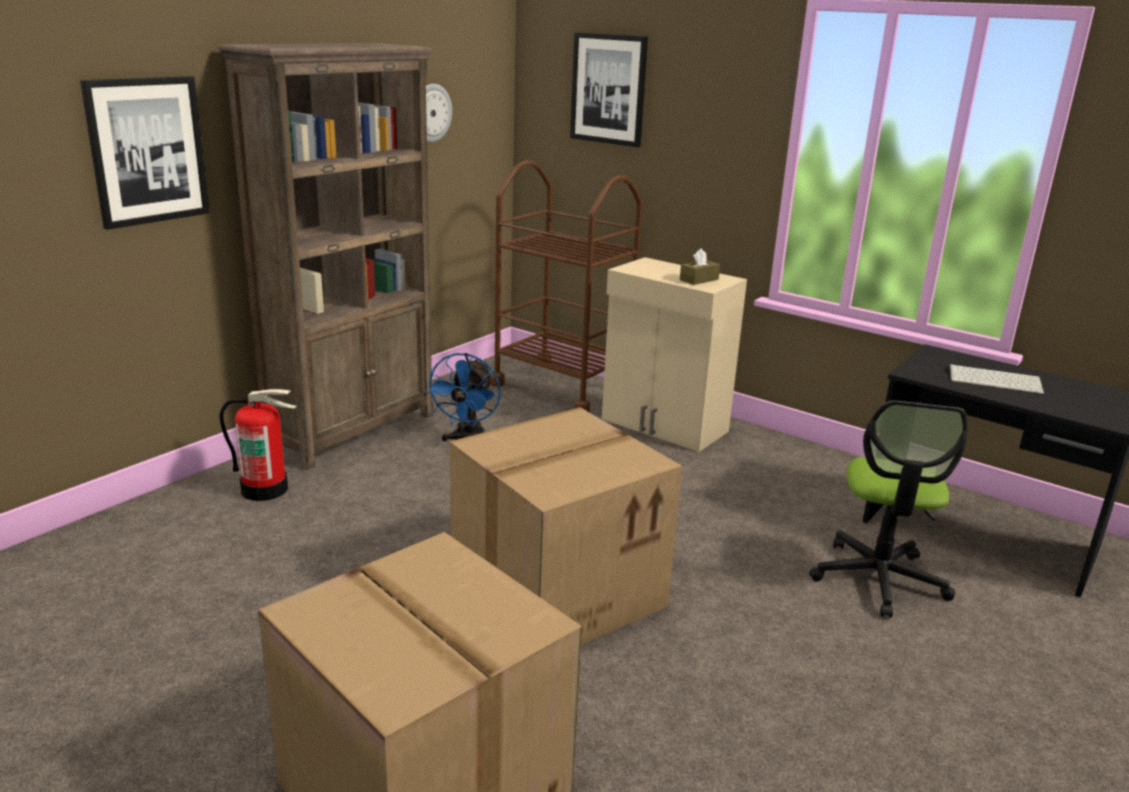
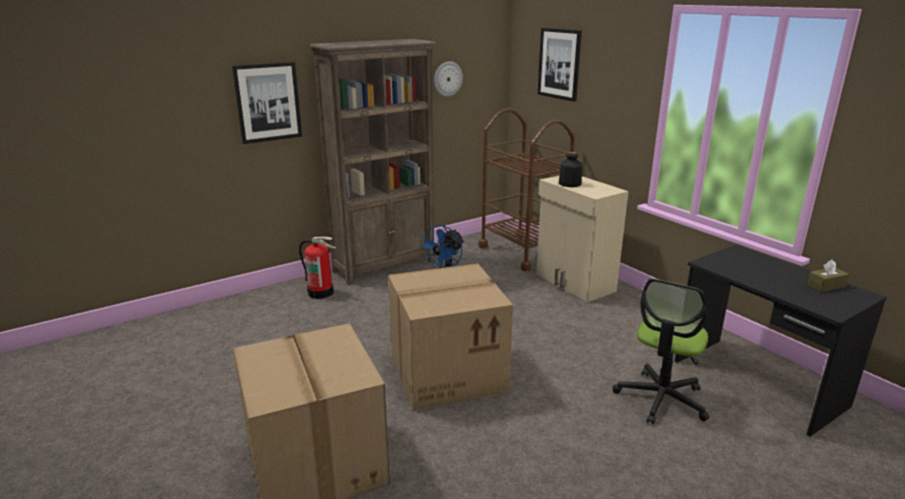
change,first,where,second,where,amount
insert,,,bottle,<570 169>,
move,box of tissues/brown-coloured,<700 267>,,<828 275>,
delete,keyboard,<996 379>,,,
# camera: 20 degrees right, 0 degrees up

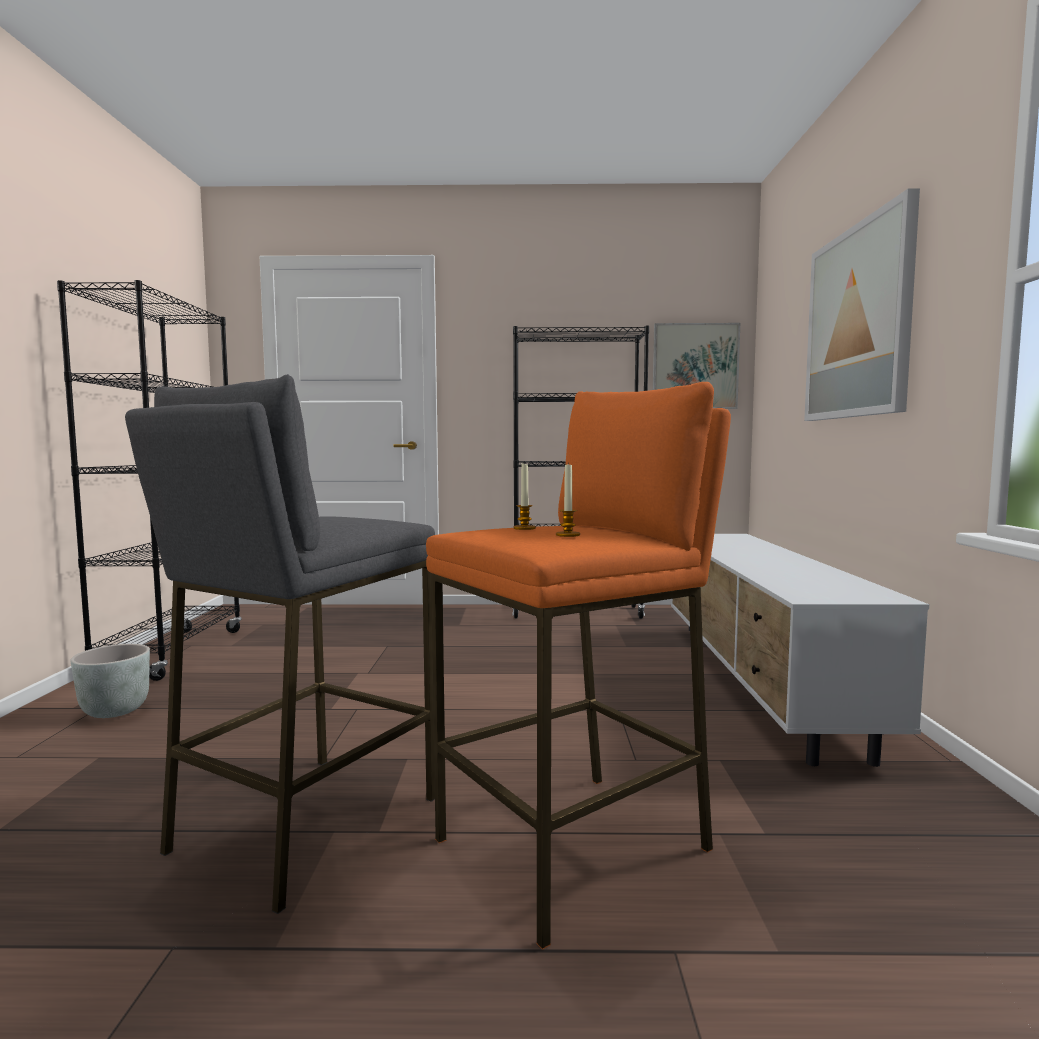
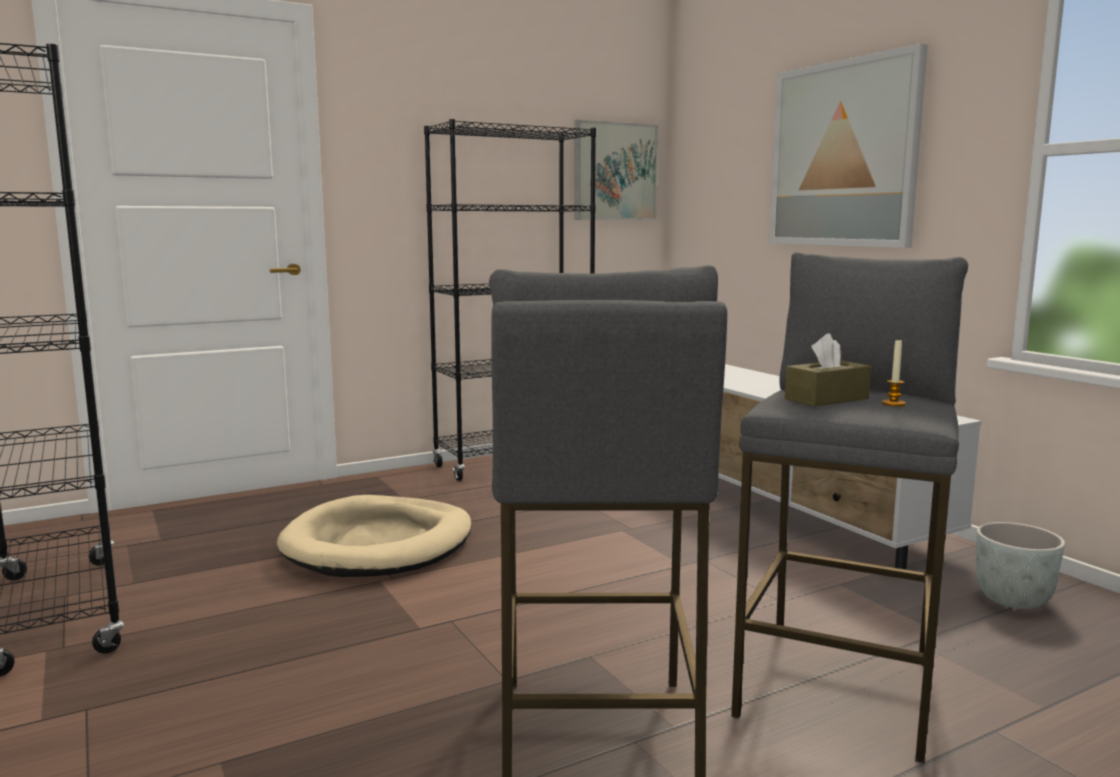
change,first,where,second,where,amount
insert,,,pet bed/beige,<374 536>,
recolor,stool/orangey,<578 666>,stool/greyish,<849 507>,
replace,wax light,<524 496>,box of tissues/brown-coloured,<828 369>,
move,plant pot/greyish,<110 681>,,<1020 565>,
# camera: 30 degrees left, 5 degrees up

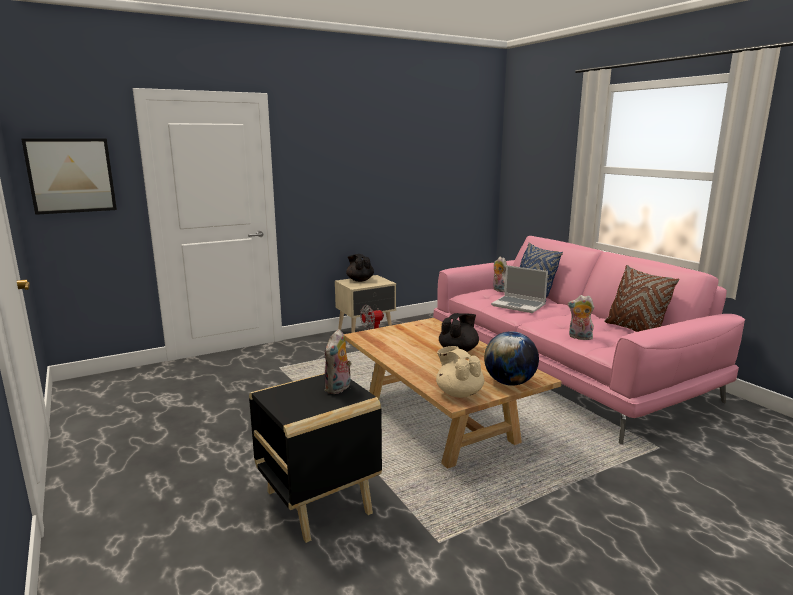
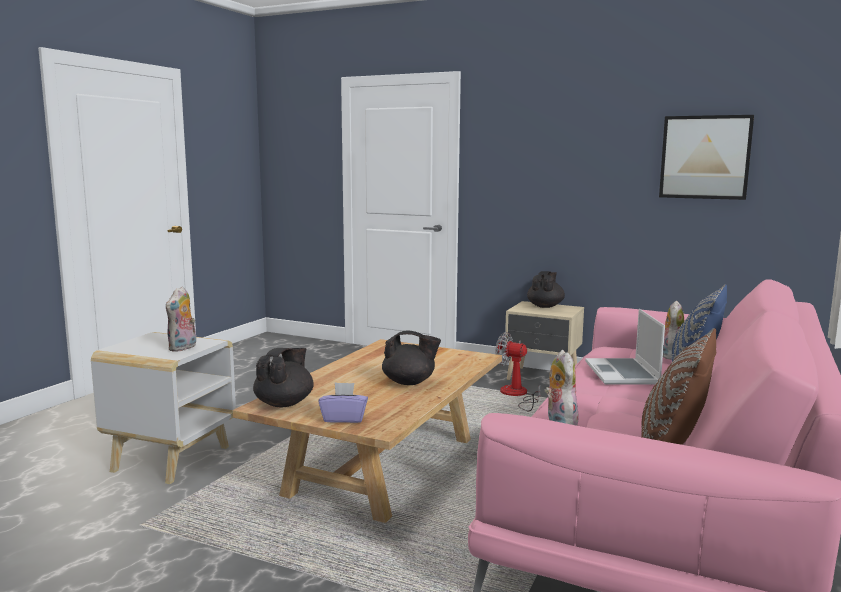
change,first,where,second,where,amount
recolor,end table/black,<315 458>,end table/white,<163 408>,
rotate,cuddly toy,<338 361>,,<181 319>,60 degrees counterclockwise
recolor,teapot/beige,<460 372>,teapot/black,<283 377>,
replace,world globe,<511 358>,box of tissues/purple-coloured,<343 402>,
move,wall picture,<69 176>,,<706 157>,
# camera: 55 degrees right, 5 degrees down

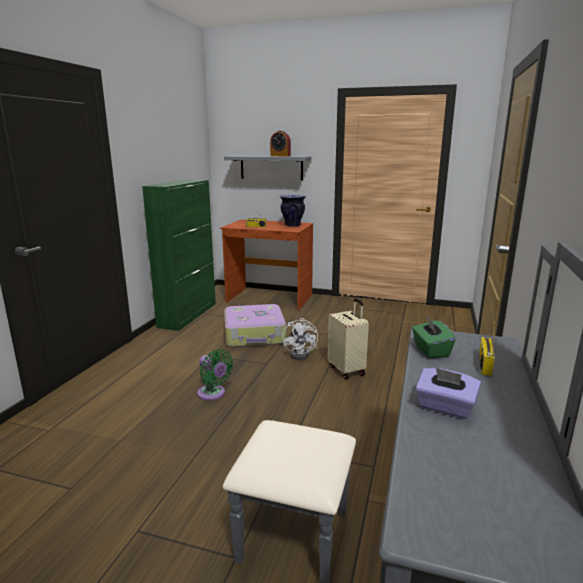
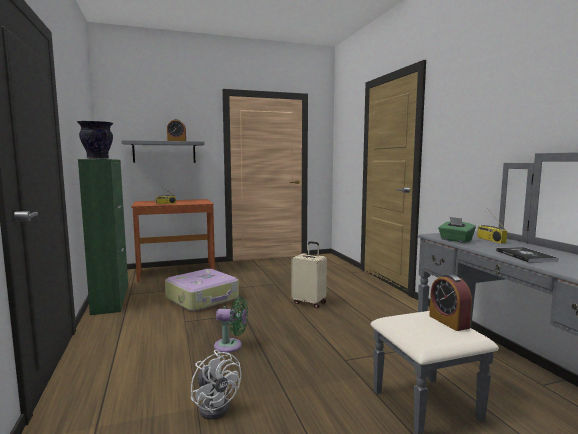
change,first,where,second,where,amount
move,flower vase,<293 211>,,<95 140>,
move,cooling fan/white,<300 339>,,<216 385>,
insert,,,table clock,<450 302>,
replace,box of tissues/purple-coloured,<448 393>,book,<527 255>,
# camera: 35 degrees left, 10 degrees down

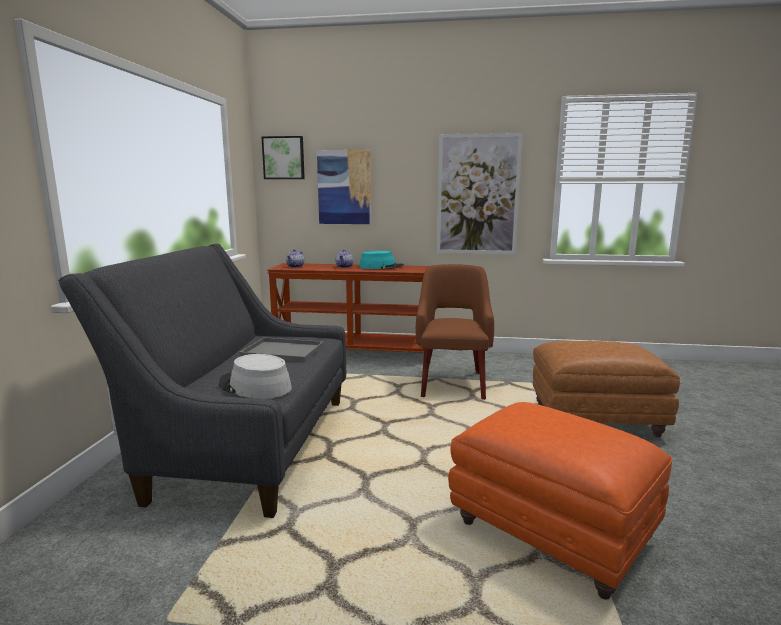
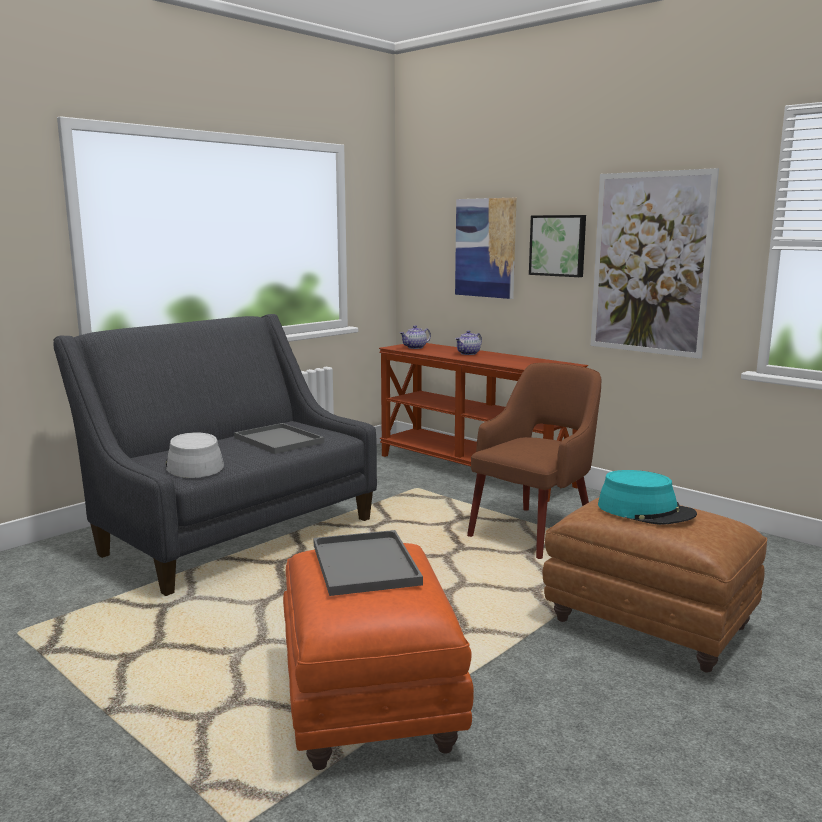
change,first,where,second,where,amount
insert,,,tray/greyish,<368 563>,
move,wall picture,<283 157>,,<557 246>,
move,hat/blue-green,<381 260>,,<647 497>,
# camera: 35 degrees right, 0 degrees up

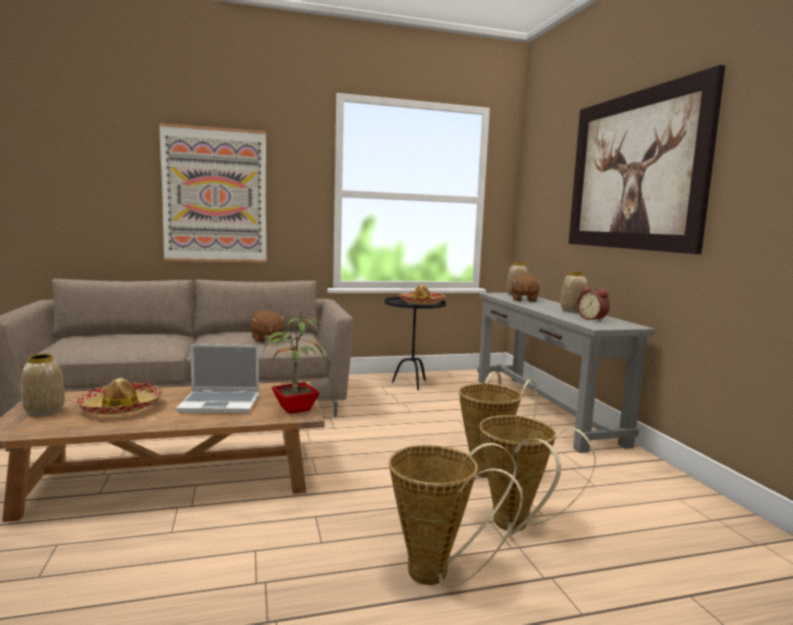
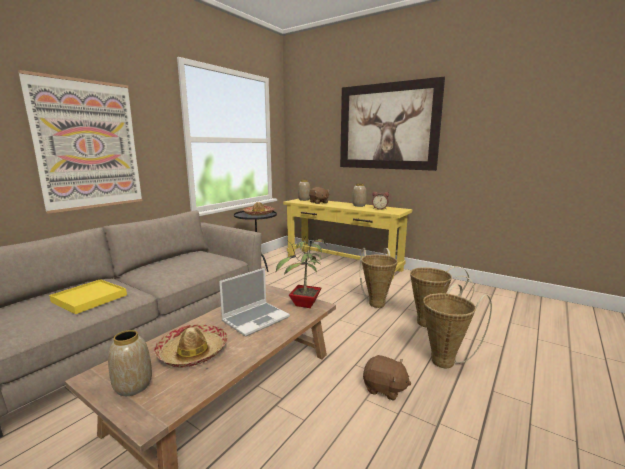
change,first,where,second,where,amount
insert,,,tray/yellowish,<88 296>,
recolor,narrow table/greyish,<566 373>,narrow table/yellowish,<347 239>,
move,cuddly toy/brown-coloured,<267 326>,,<387 378>,
# camera: 40 degrees left, 5 degrees up

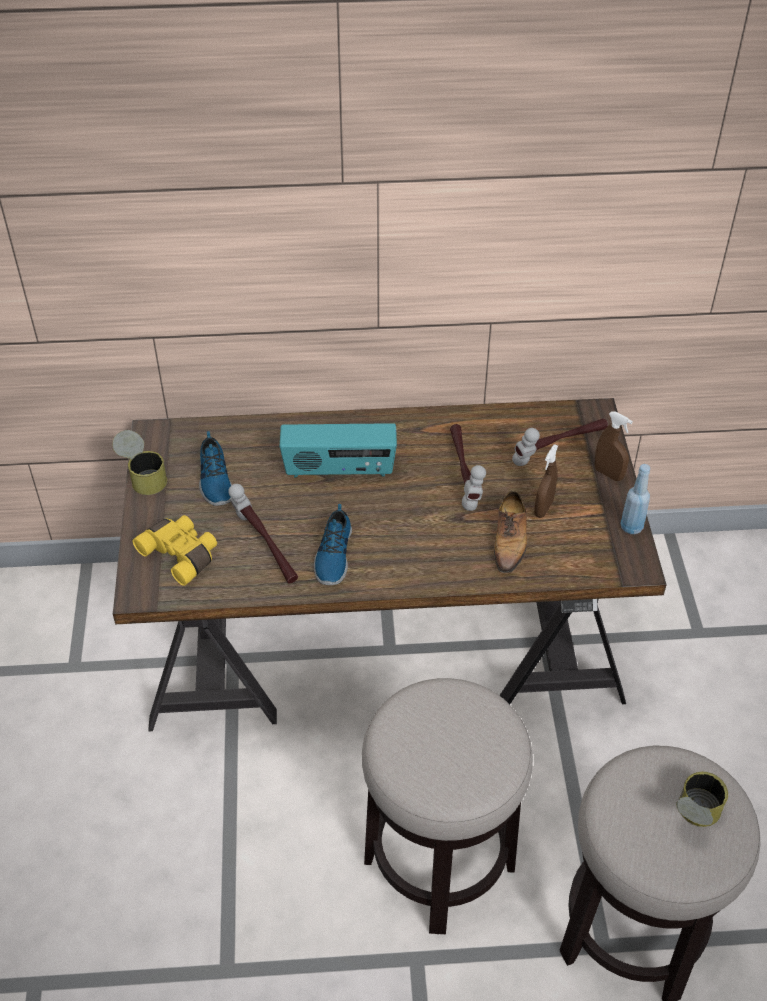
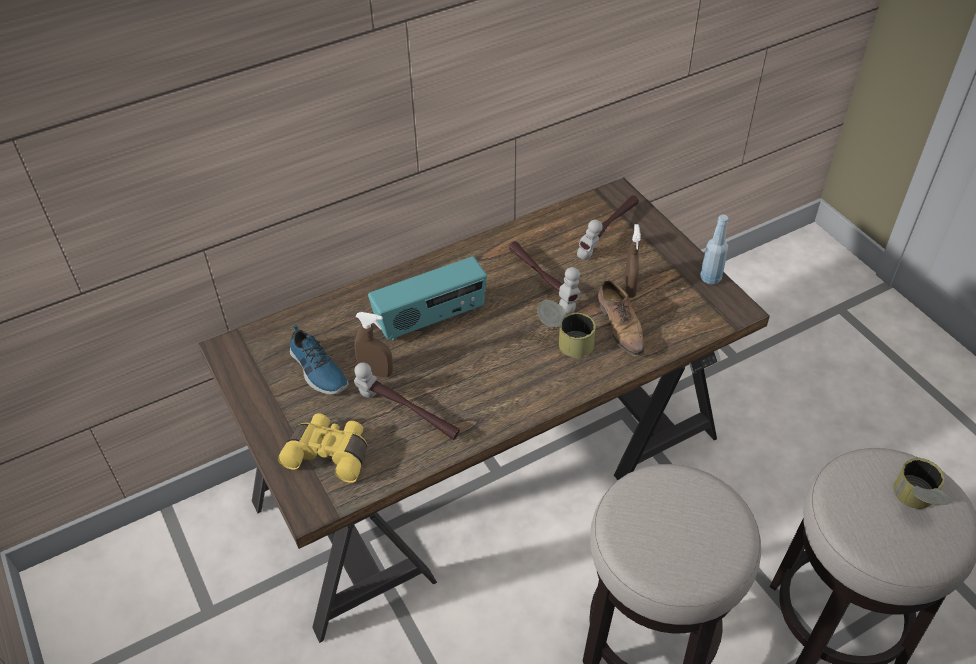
change,first,where,second,where,amount
move,sprayer/brown-coloured,<614 446>,,<374 345>,
move,sealed can,<139 462>,,<566 329>,
delete,shoe,<333 544>,,,
# camera: 25 degrees left, 0 degrees up

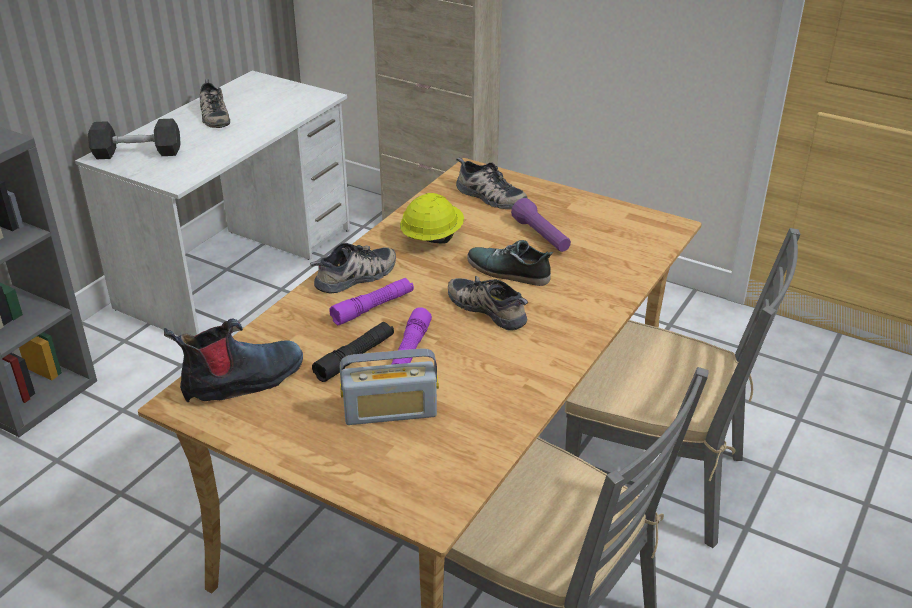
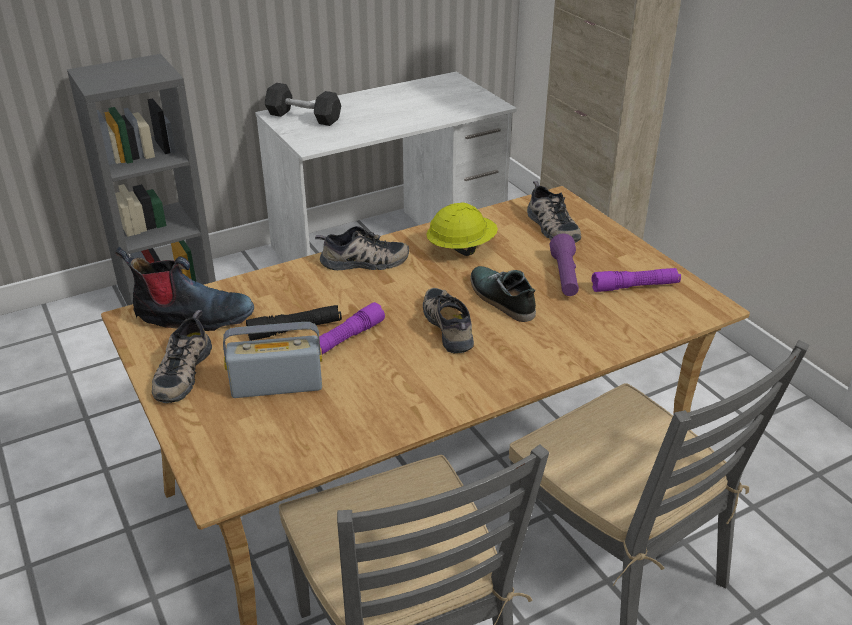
change,first,where,second,where,amount
move,shoe,<214 103>,,<182 356>,
rotate,radio receiver,<389 387>,,<272 360>,150 degrees clockwise
move,flashlight/purple-coloured,<371 301>,,<636 280>,
# camera: 30 degrees right, 0 degrees up

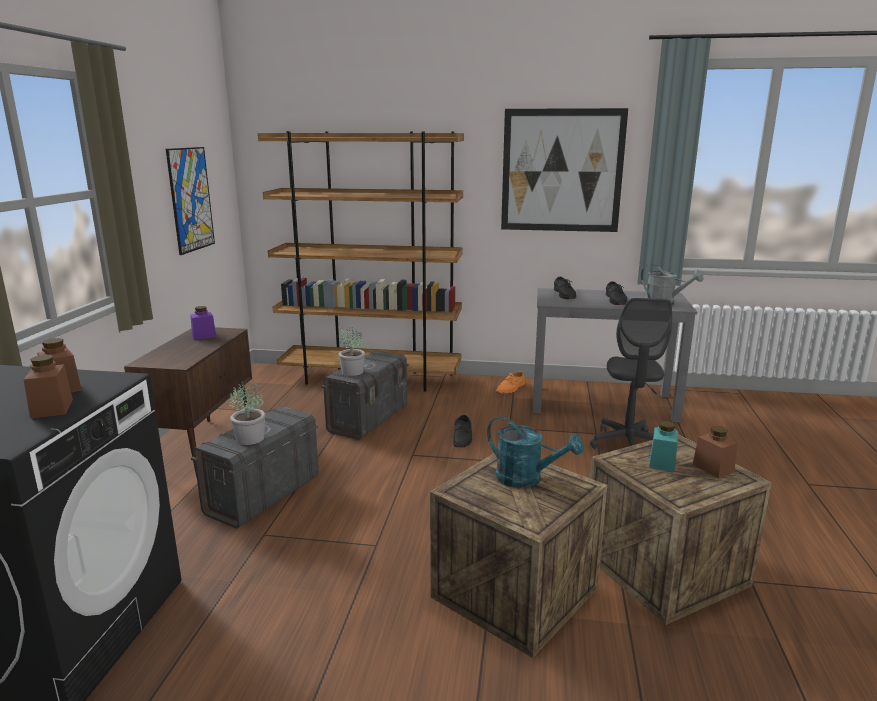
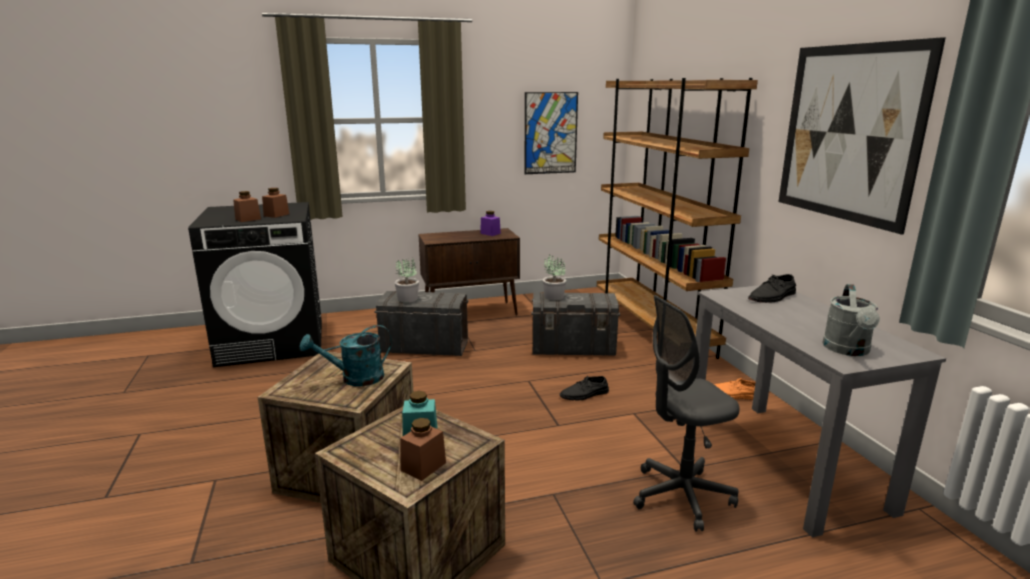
change,first,where,second,where,amount
rotate,sprinkling can/blue-green,<535 452>,,<346 355>,60 degrees clockwise
delete,shoe/black,<616 293>,,,
# camera: 65 degrees right, 0 degrees up

